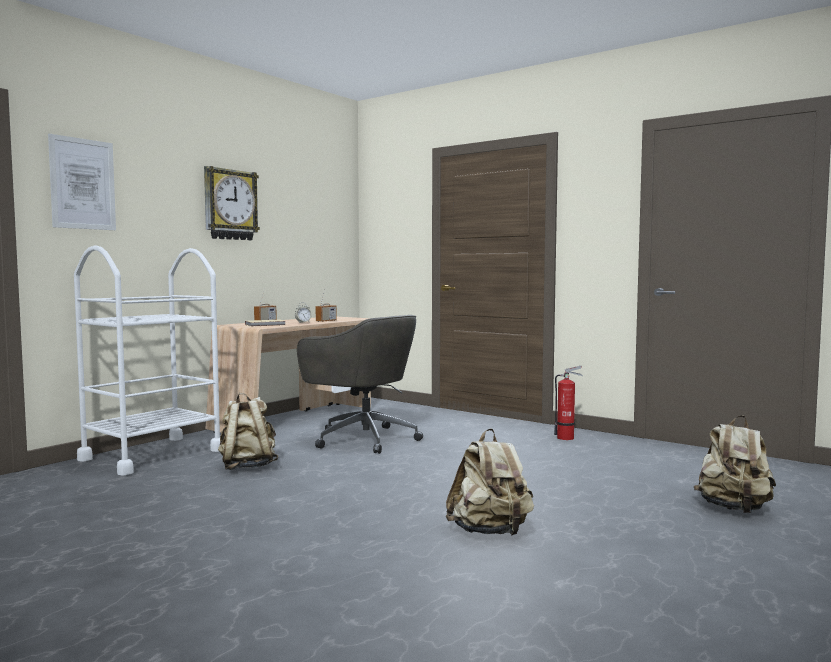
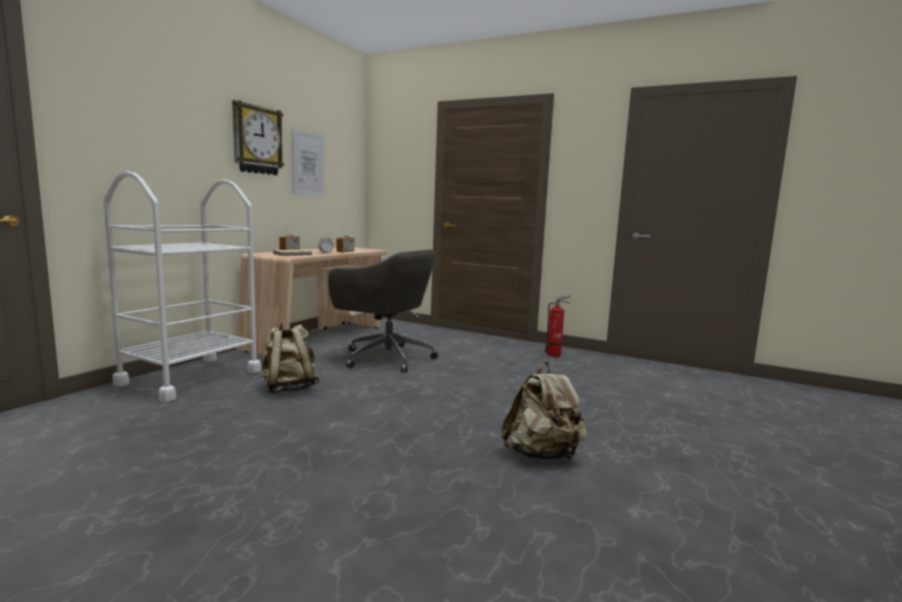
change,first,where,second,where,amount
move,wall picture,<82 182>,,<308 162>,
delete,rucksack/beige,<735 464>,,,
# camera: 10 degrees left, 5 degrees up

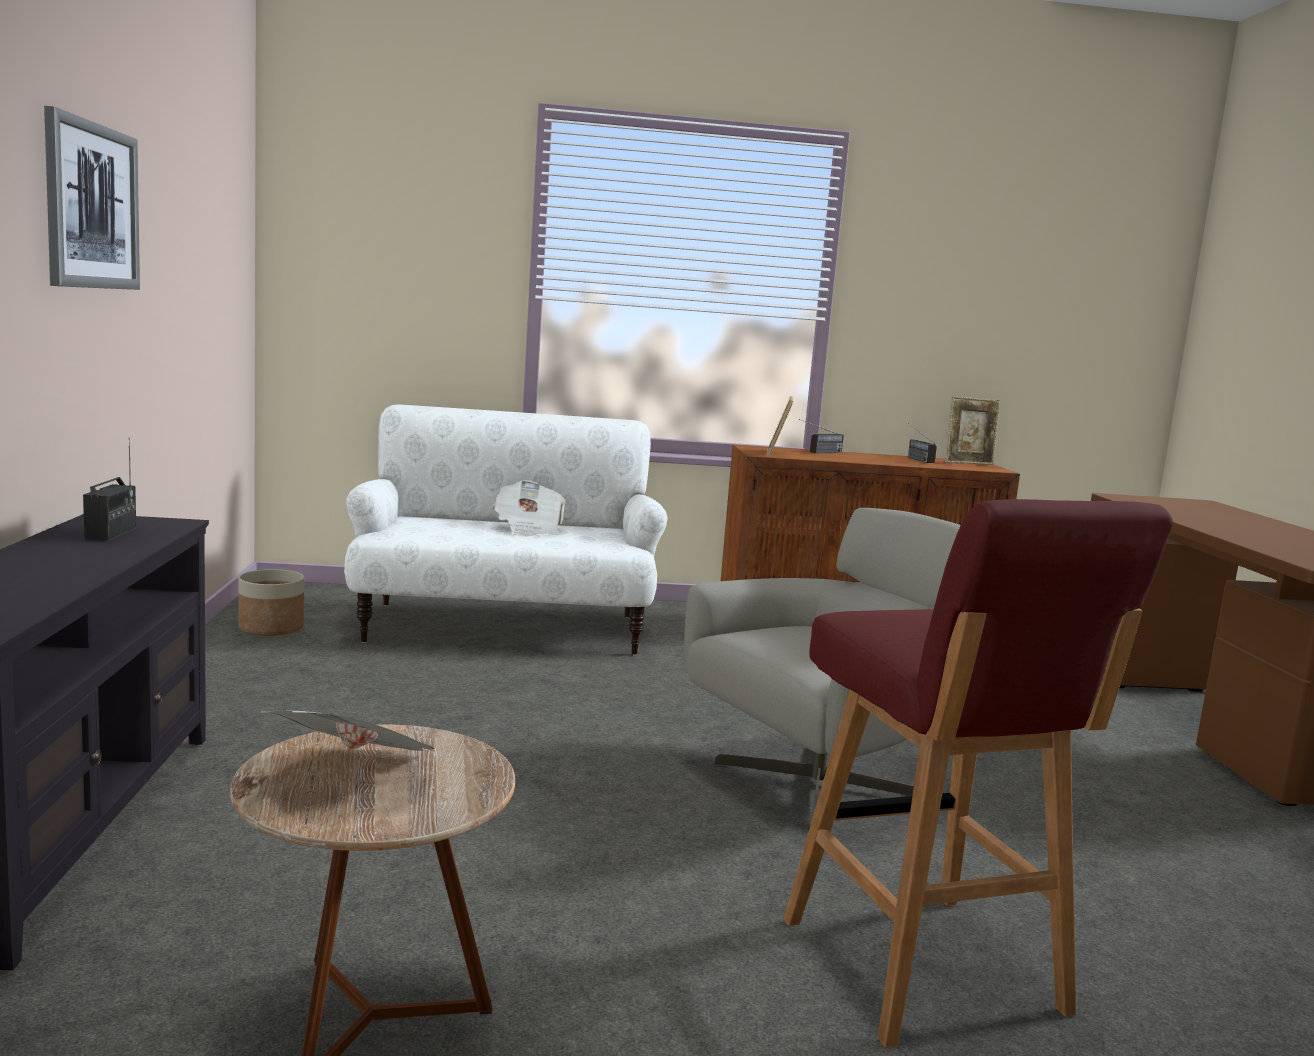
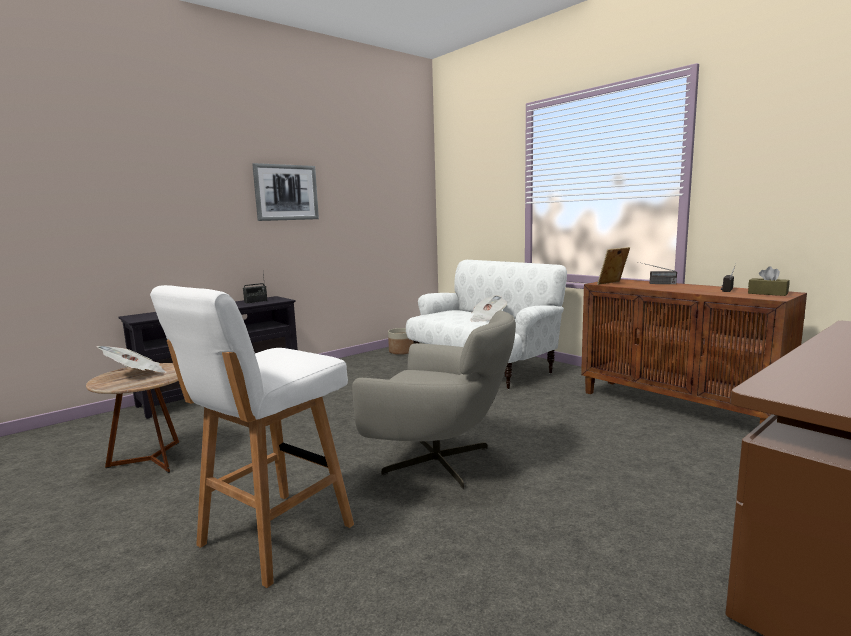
change,first,where,second,where,amount
recolor,stool/reddish,<978 773>,stool/white,<252 436>,
replace,standing frame,<972 430>,box of tissues/brown-coloured,<769 281>,
# camera: 55 degrees right, 0 degrees up

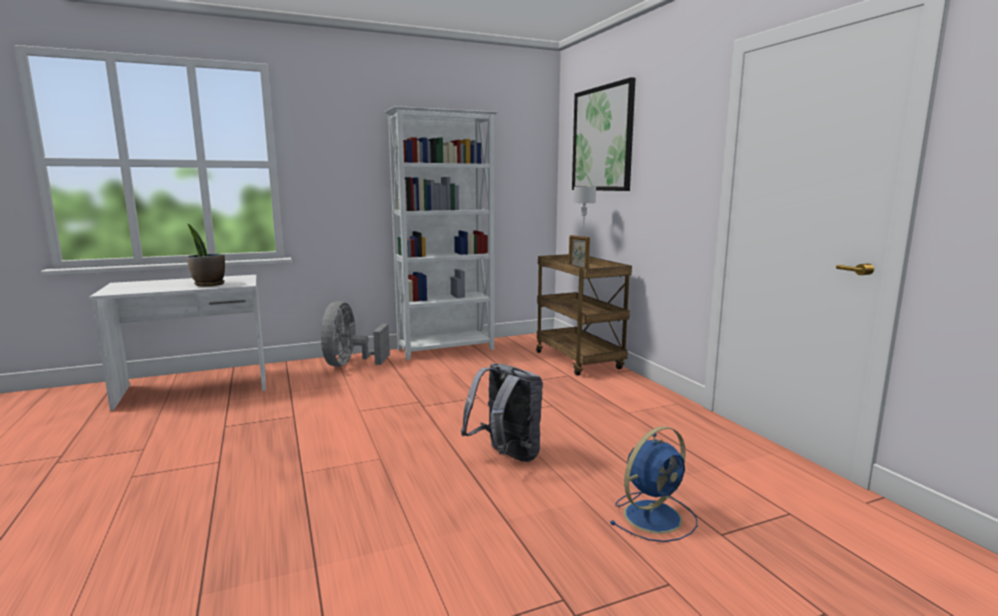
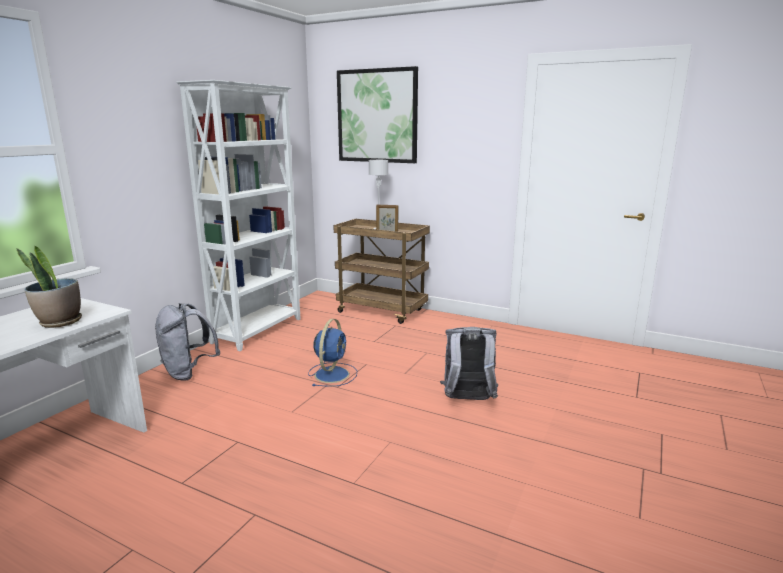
change,first,where,second,where,amount
replace,cooling fan/greyish,<355 334>,rucksack/greyish,<187 342>,
move,cooling fan/bluish,<653 484>,,<332 353>,
# camera: 40 degrees left, 5 degrees up

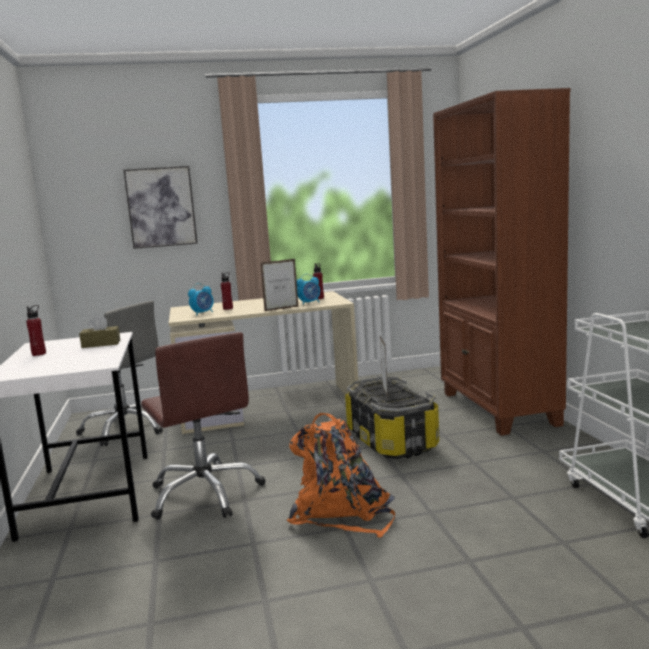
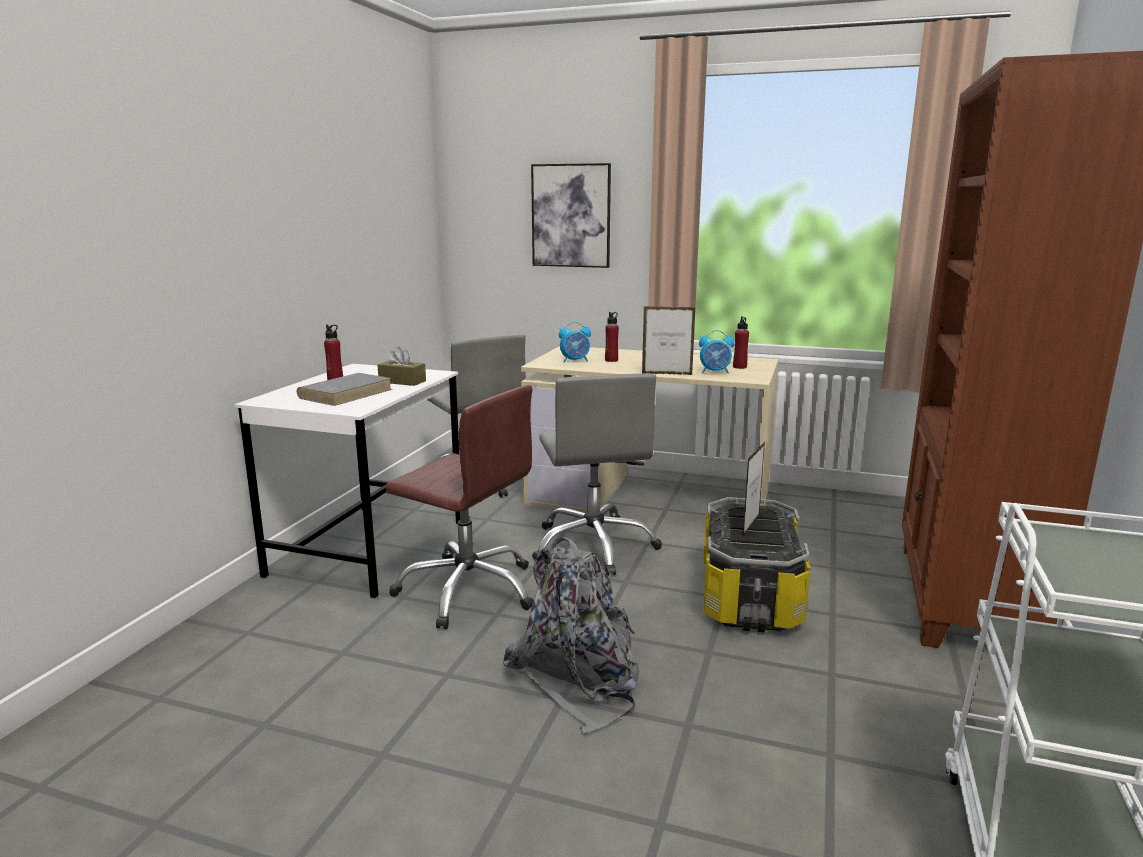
change,first,where,second,where,amount
insert,,,book/greyish,<344 389>,
rotate,desk chair/brown-coloured,<203 426>,,<459 507>,60 degrees counterclockwise
recolor,rucksack/orangey,<341 475>,rucksack/greyish,<571 635>,
insert,,,desk chair/greyish,<597 474>,
# camera: 30 degrees right, 5 degrees up

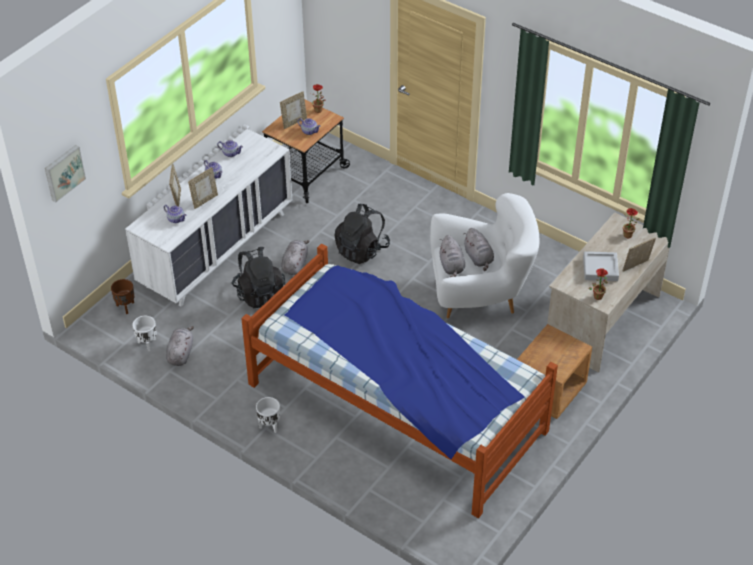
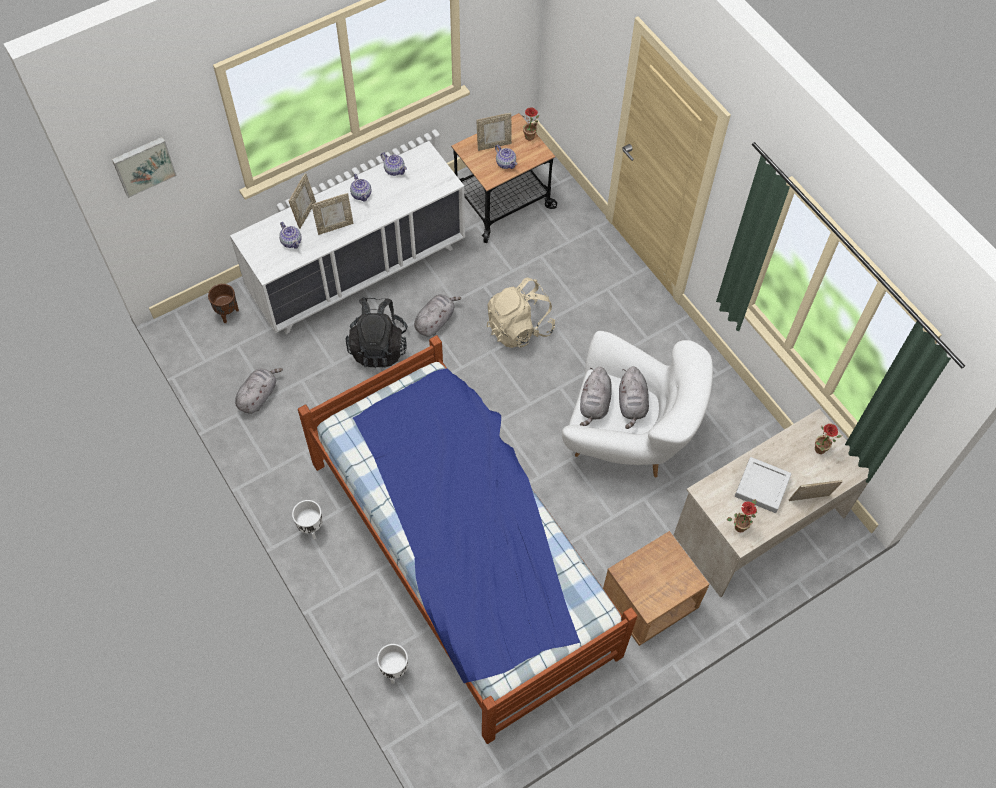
change,first,where,second,where,amount
move,plant pot/white,<144 333>,,<392 664>,
recolor,rucksack/black,<362 234>,rucksack/beige,<521 313>,
# camera: 20 degrees right, 15 degrees up

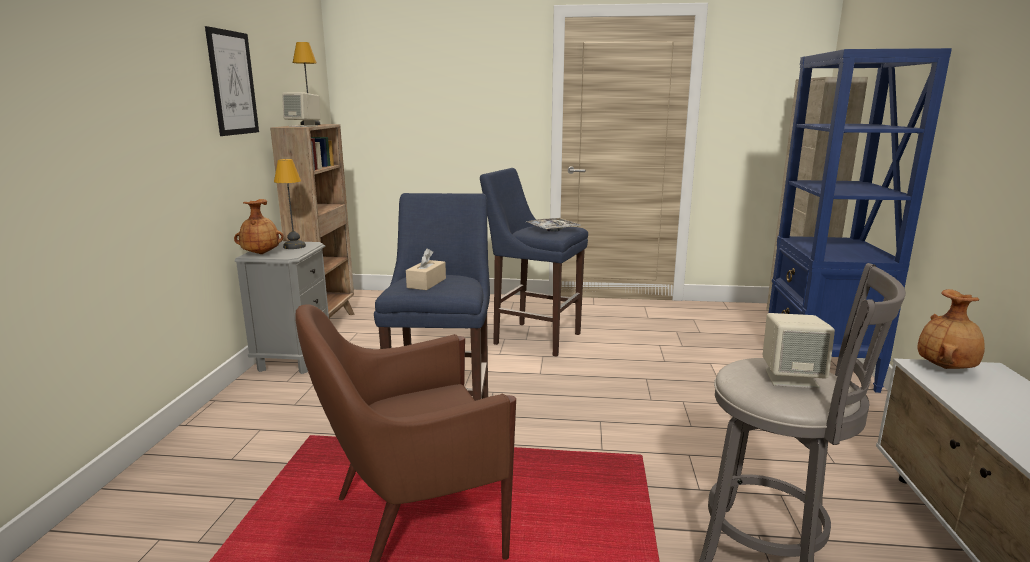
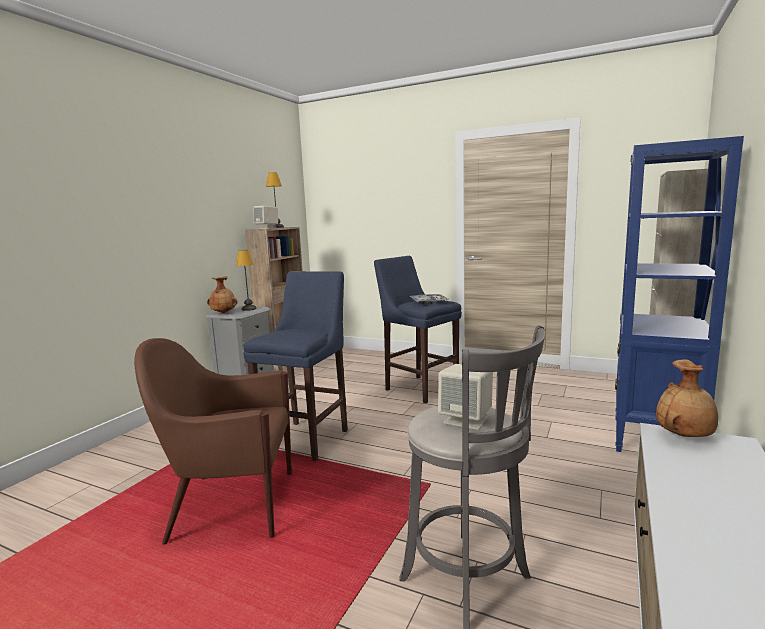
change,first,where,second,where,amount
delete,wall picture,<232 81>,,,
delete,box of tissues/beige,<426 269>,,,
# camera: 20 degrees right, 5 degrees down

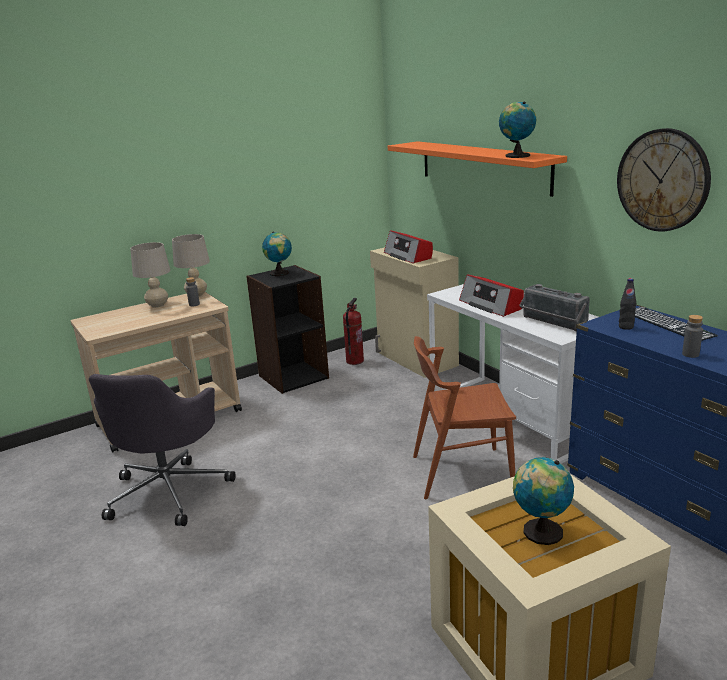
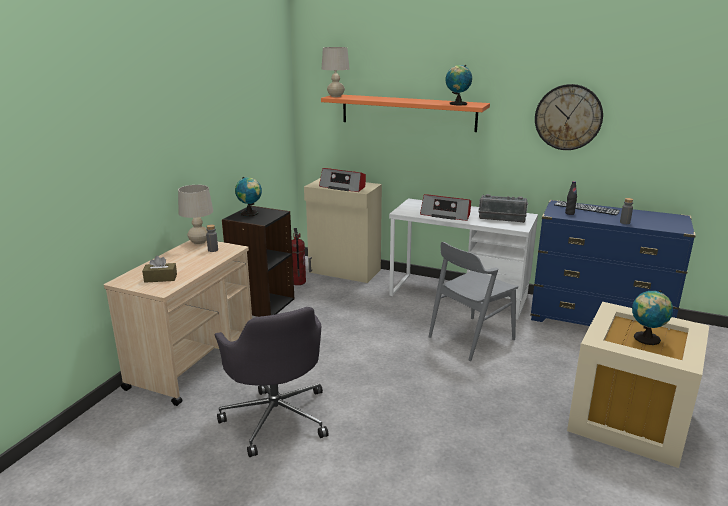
change,first,where,second,where,amount
insert,,,box of tissues/brown-coloured,<159 269>,
move,table lamp/beige,<150 275>,,<335 72>,
recolor,plain chair/brown-coloured,<464 417>,plain chair/greyish,<473 301>,
# camera: 35 degrees left, 0 degrees up

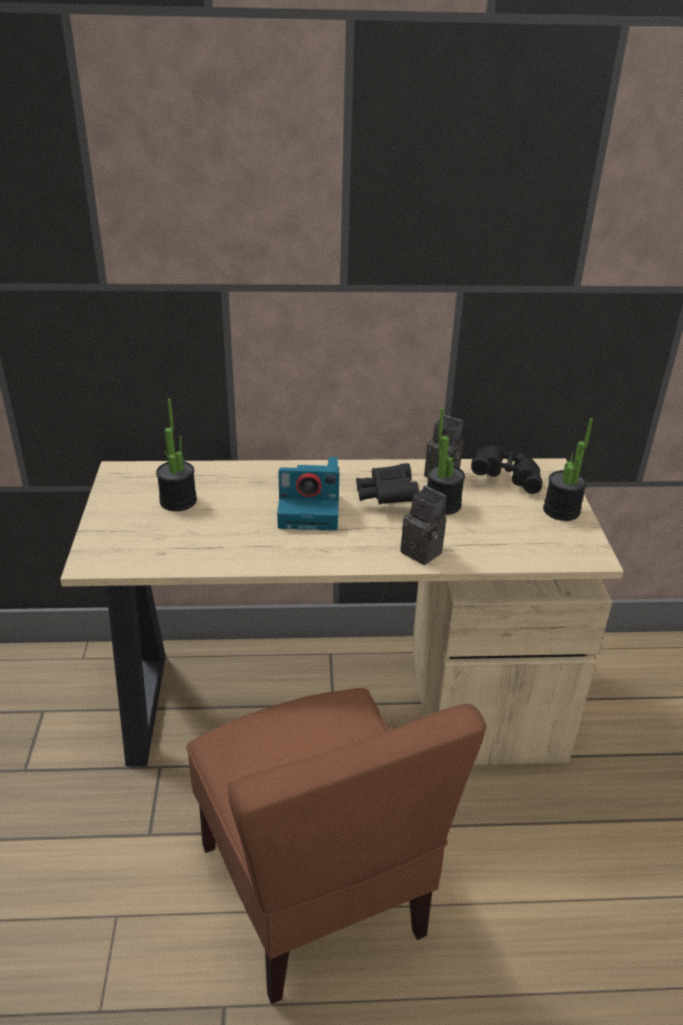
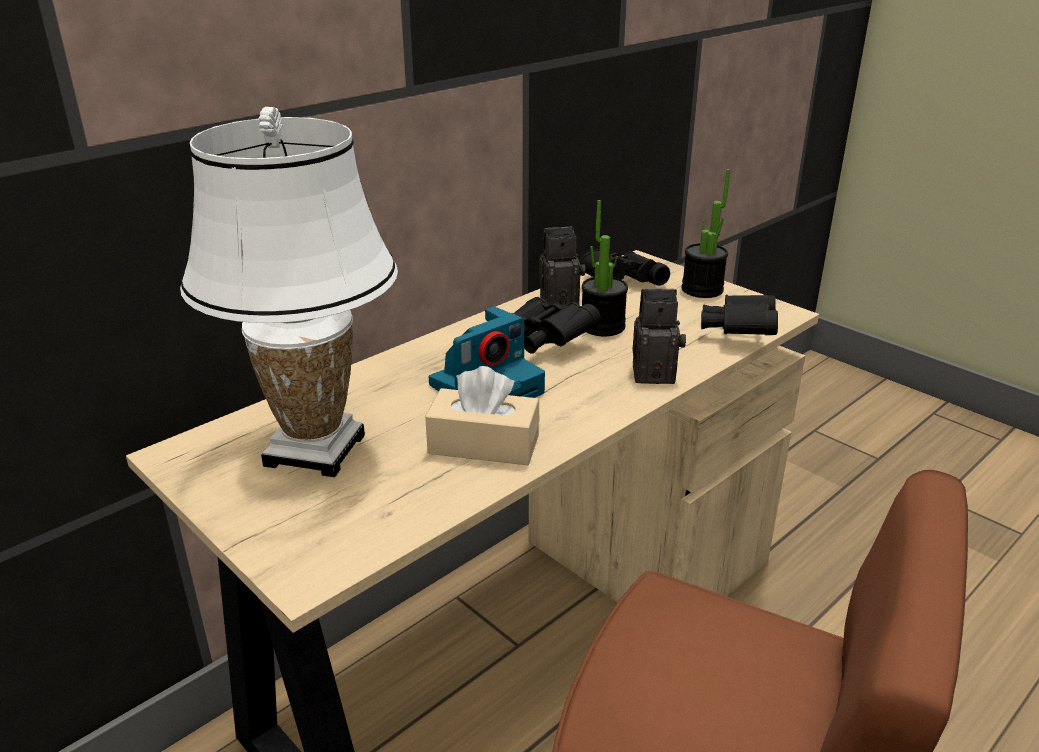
change,first,where,second,where,amount
replace,houseplant,<176 455>,table lamp/white,<289 292>,
insert,,,box of tissues/beige,<482 415>,
insert,,,pair of binoculars/black,<739 315>,
# camera: 40 degrees left, 5 degrees down

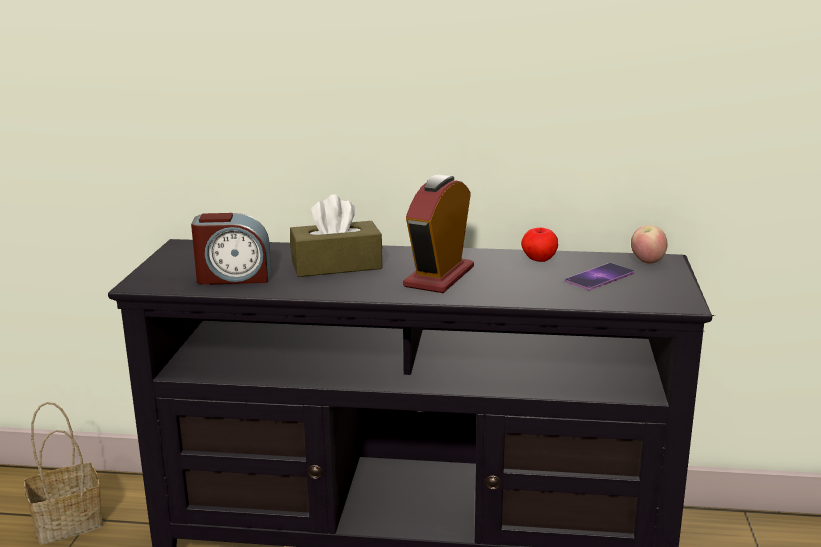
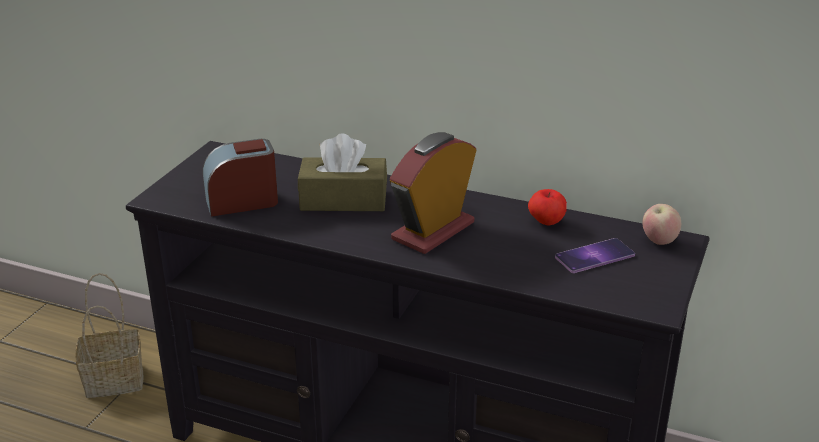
change,first,where,second,where,amount
rotate,table clock,<231 249>,,<240 178>,150 degrees clockwise
# camera: 15 degrees right, 10 degrees up

